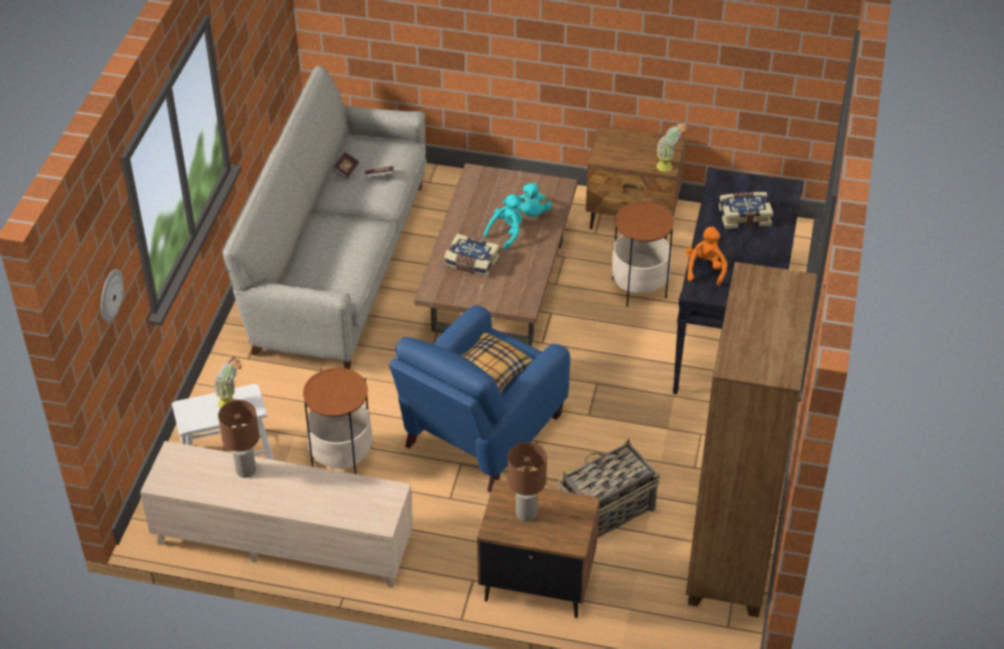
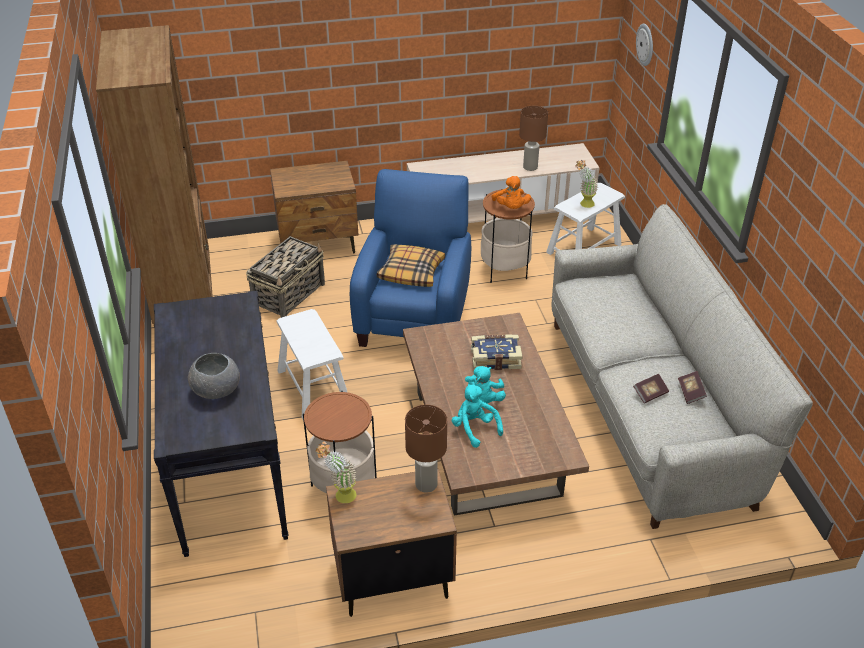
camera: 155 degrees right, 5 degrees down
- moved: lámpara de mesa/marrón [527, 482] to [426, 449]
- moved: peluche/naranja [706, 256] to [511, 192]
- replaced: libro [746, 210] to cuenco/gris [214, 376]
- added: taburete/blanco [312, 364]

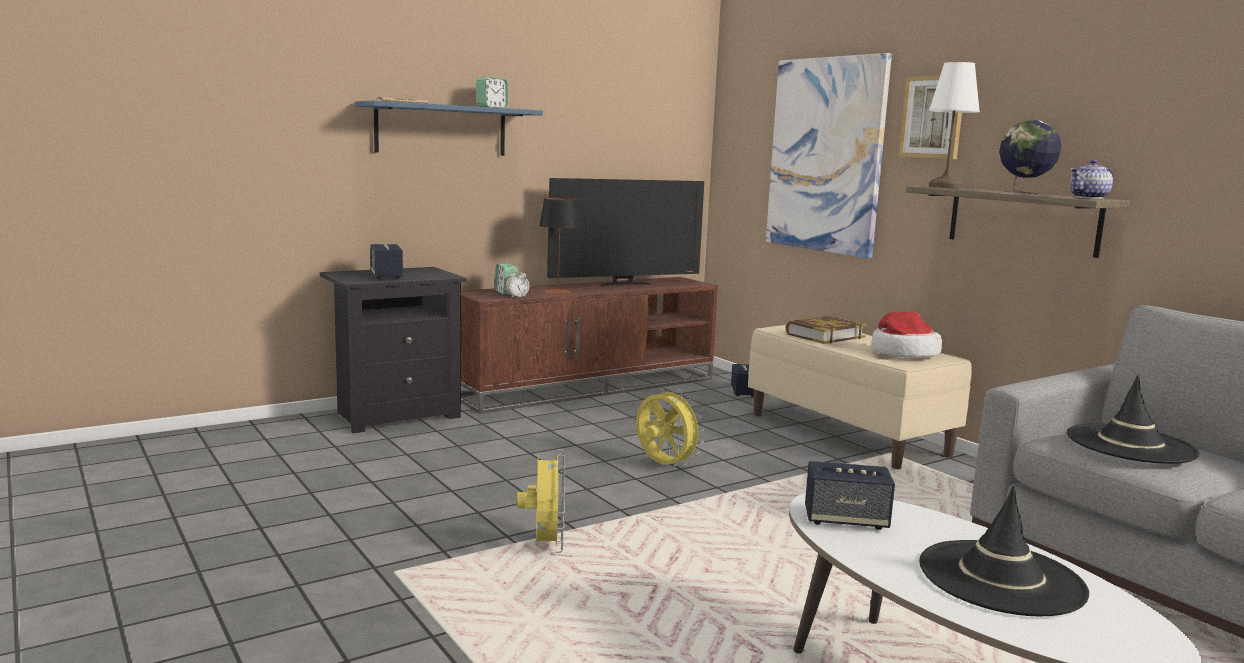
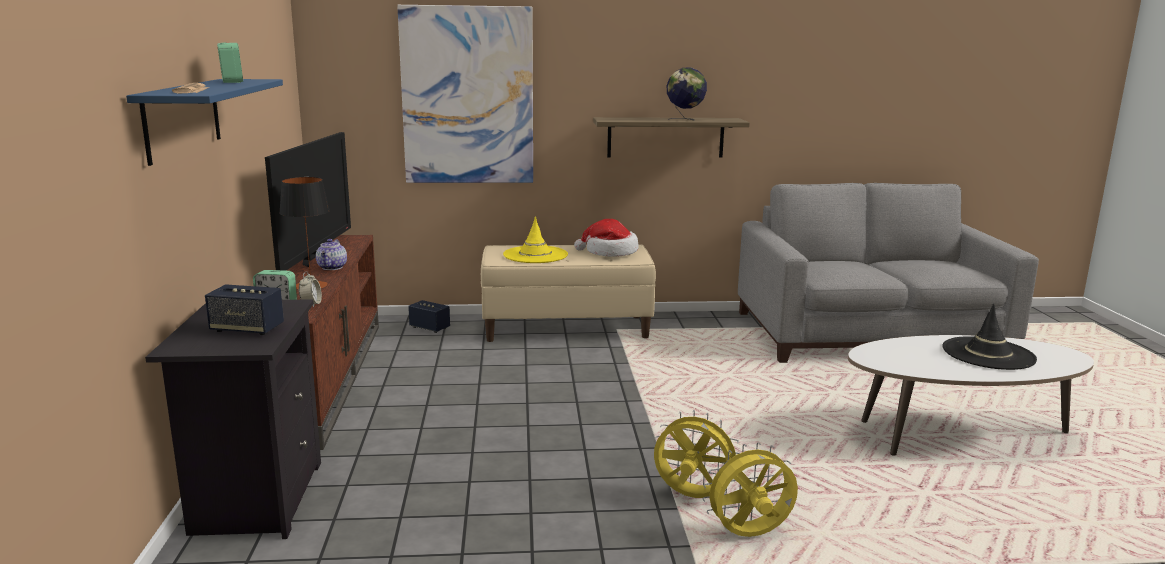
camera: 60 degrees left, 5 degrees up
- moved: ventilador/amarillo [670, 426] to [750, 489]
- replaced: libro [826, 330] to sombrero/amarillo [535, 239]
- removed: altavoz [850, 495]
- removed: cuadro [930, 117]
- removed: lámpara de mesa/blanco [954, 125]
- removed: sombrero/negro [1133, 419]
- moved: tetera [1092, 179] to [331, 254]

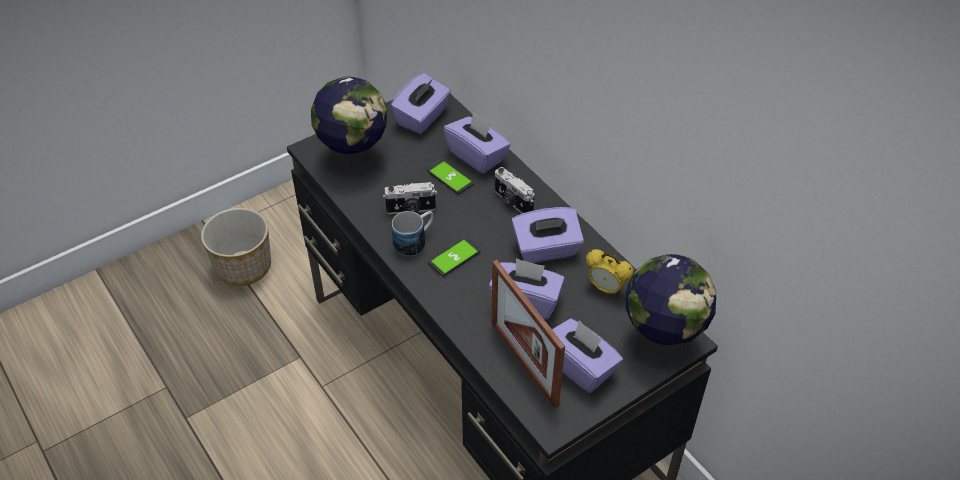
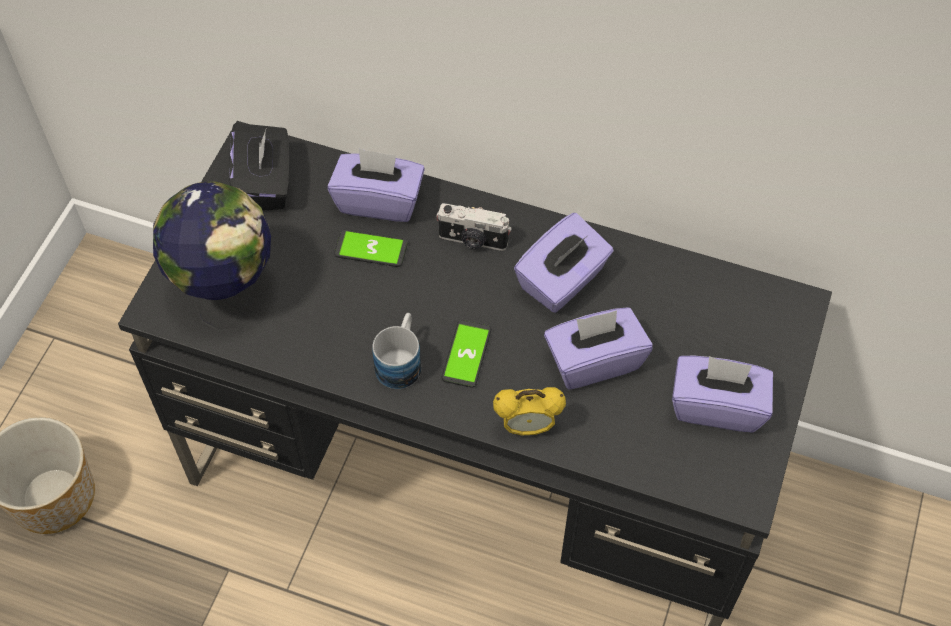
camera: 35 degrees left, 10 degrees up
- removed: cámara [410, 198]
- recoloured: caja de pañuelos/morado [420, 103] to caja de pañuelos/negro [259, 166]
- removed: portarretratos [528, 334]
- moved: despertador [609, 272] to [529, 411]
- removed: globo terráqueo [671, 313]

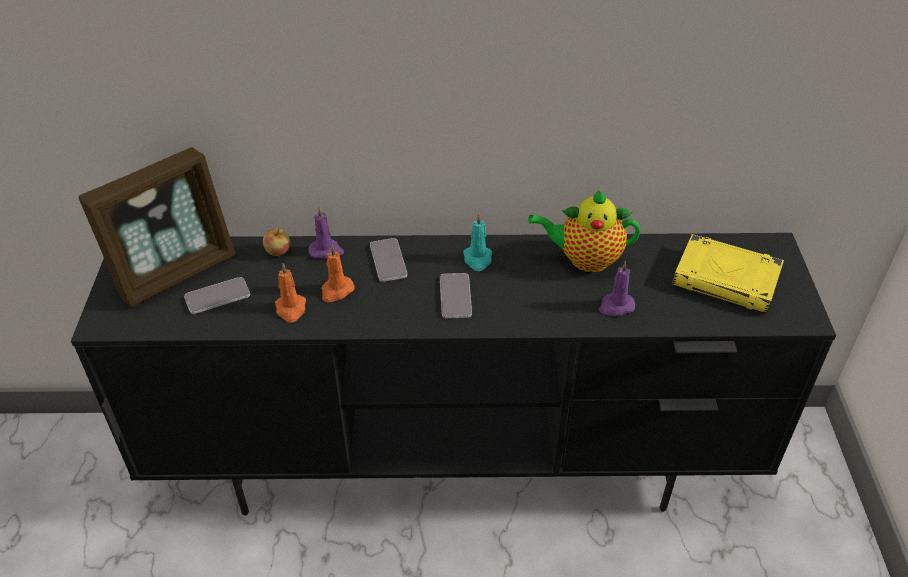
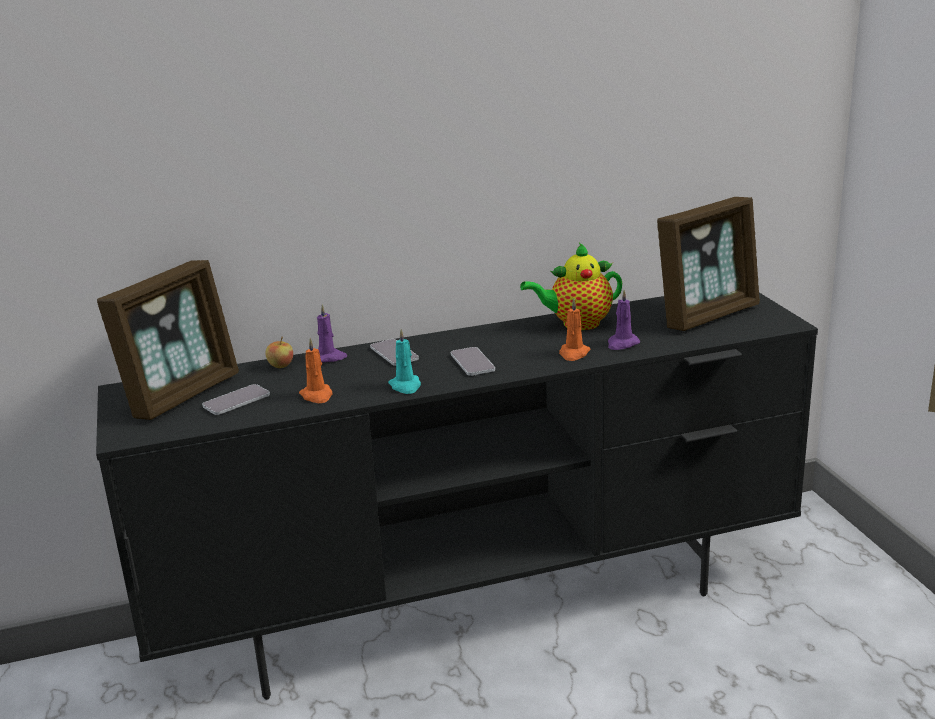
camera: 15 degrees left, 20 degrees down
- moved: vela/naranja [338, 273] to [574, 330]
- moved: vela/turquesa [477, 242] to [404, 361]
- replaced: libro/amarillo [728, 273] to portarretratos [708, 264]

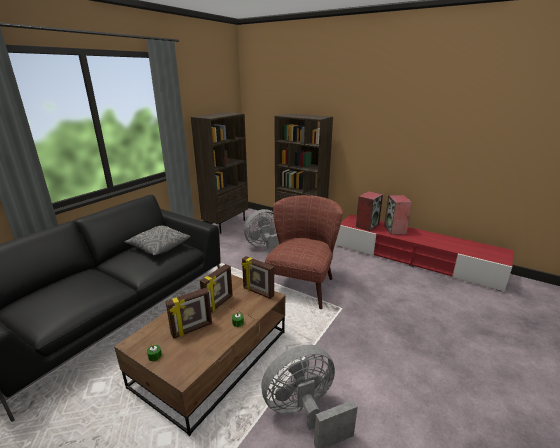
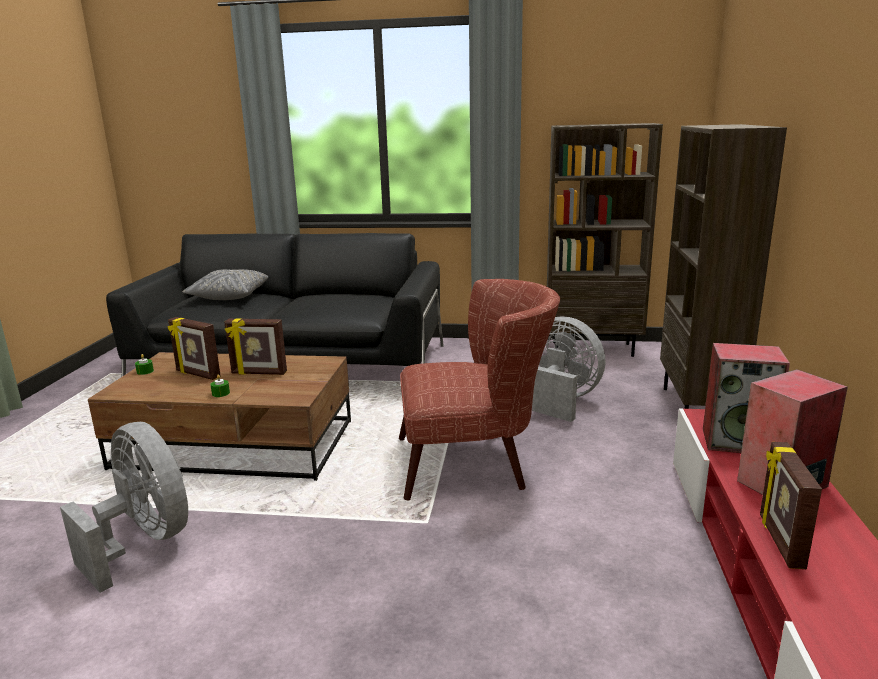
camera: 65 degrees right, 5 degrees down
- moved: cojín/gris [157, 241] to [225, 284]
- moved: portarretratos [257, 277] to [791, 505]

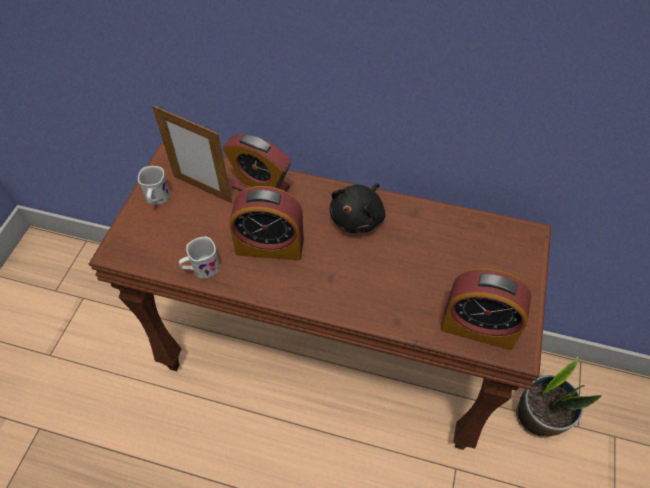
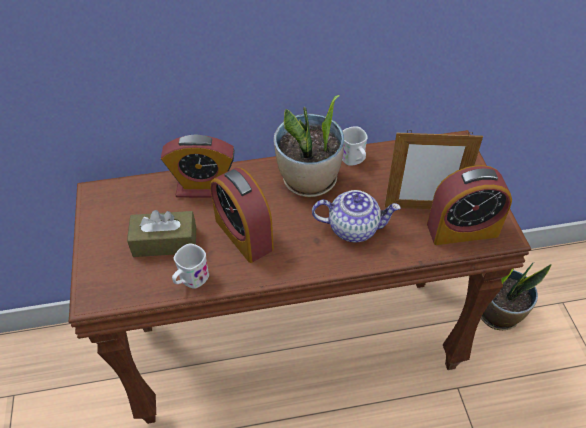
camera: 25 degrees left, 5 degrees down
- moved: taza grande/blanco [154, 185] to [355, 146]
- moved: portarretratos [192, 154] to [434, 170]
- turned: despertador [267, 223] = [242, 215] 75 degrees clockwise
- replaced: peluche/negro [357, 208] to planta en maceta [309, 146]
- added: caja de pañuelos/marrón [161, 233]
- added: tetera [356, 216]

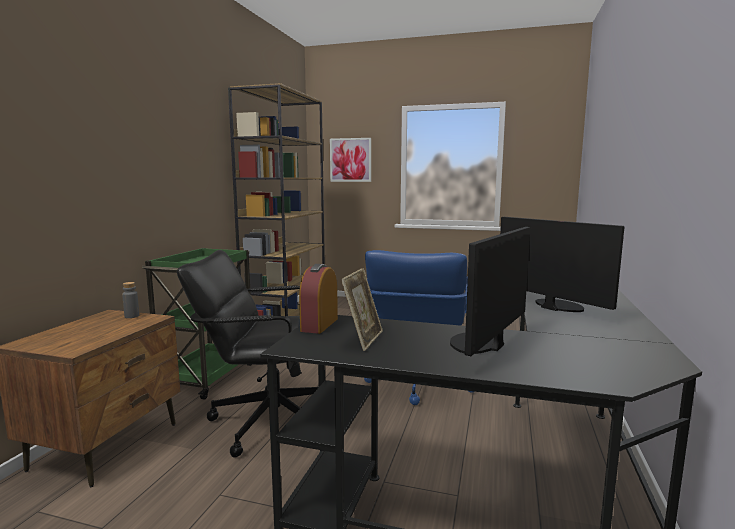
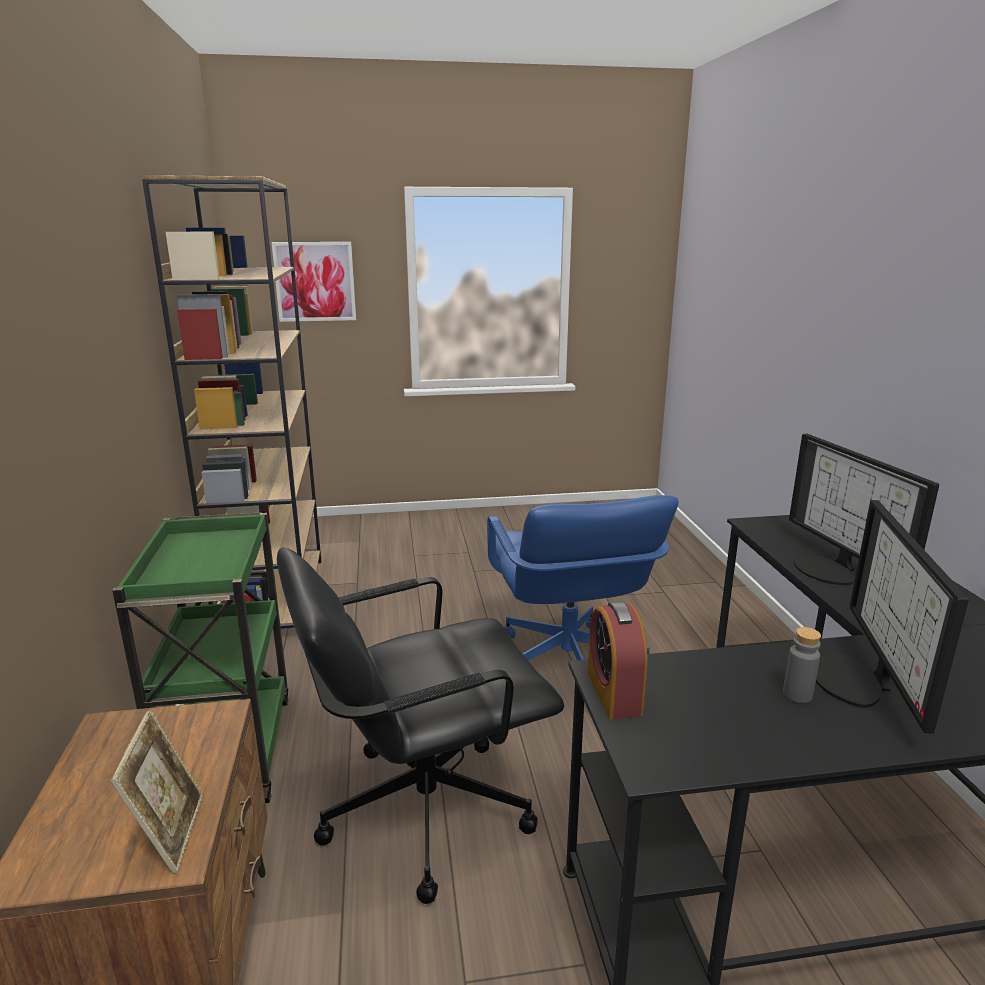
camera: 25 degrees left, 10 degrees up
- moved: botella/gris [130, 300] to [802, 665]
- moved: portarretratos [362, 309] to [157, 792]
- turned: monitor [562, 264] = [864, 509] 135 degrees counterclockwise

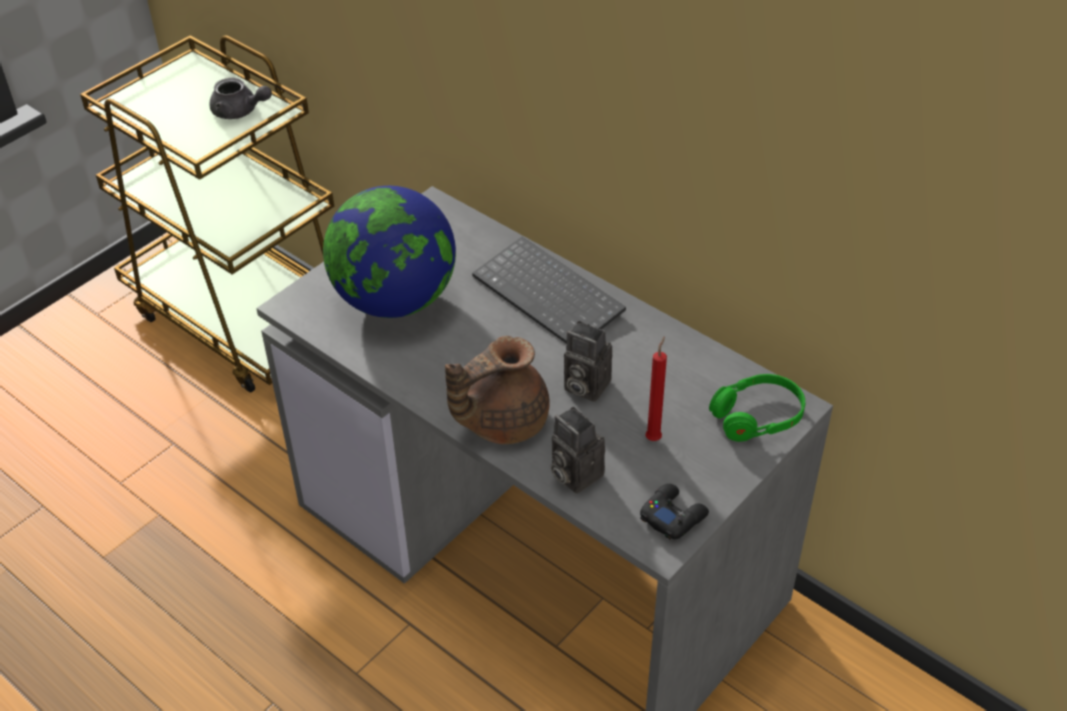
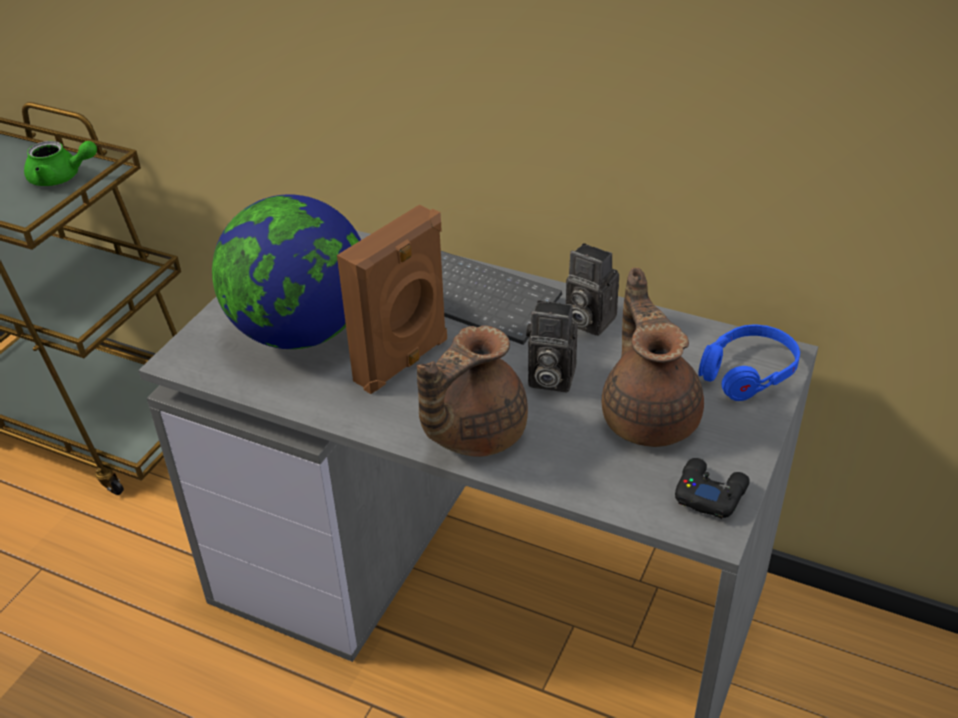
camera: 15 degrees left, 5 degrees down
- recoloured: tetera/gris [240, 98] to tetera/verde [60, 163]
- moved: cámara [578, 450] to [592, 289]
- replaced: vela/rojo [656, 388] to tetera/marrón [653, 357]
- recoloured: auriculares/verde [757, 408] to auriculares/azul [749, 362]
- added: altavoz/marrón [392, 299]

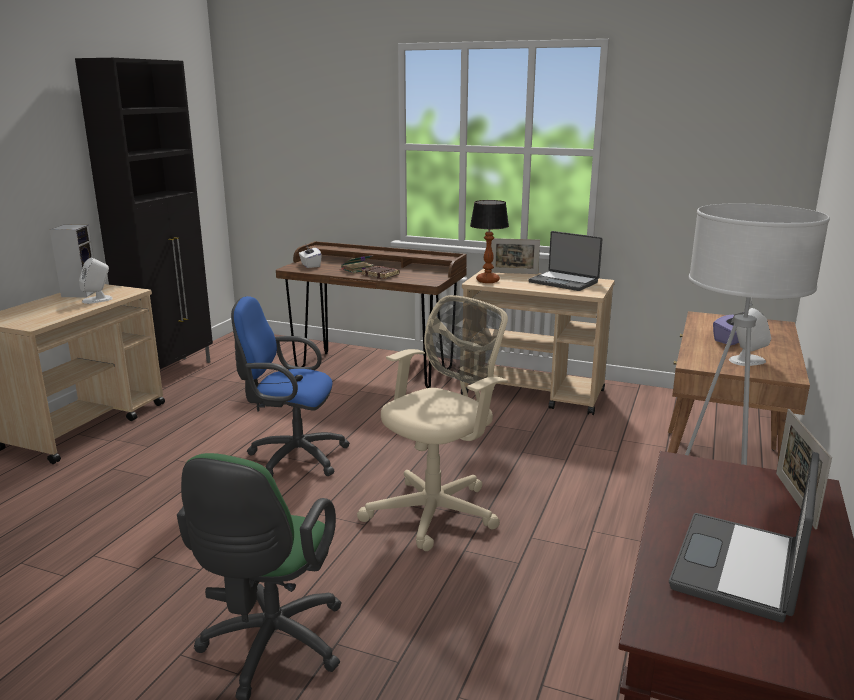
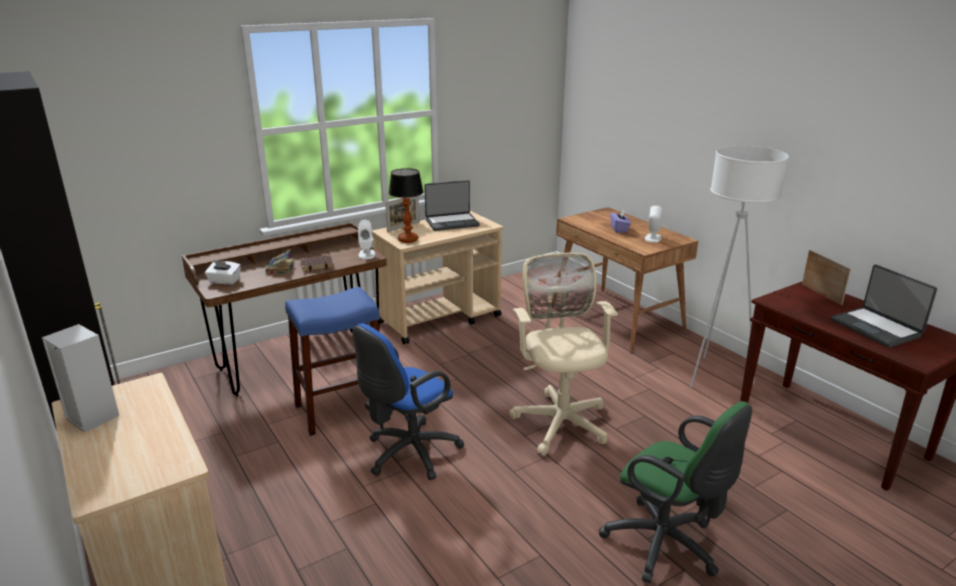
camera: 55 degrees left, 5 degrees up
- moved: altavoz/blanco [96, 281] to [366, 239]
- turned: portarretratos [804, 469] = [826, 277] 150 degrees counterclockwise
- added: taburete/azul [332, 361]

